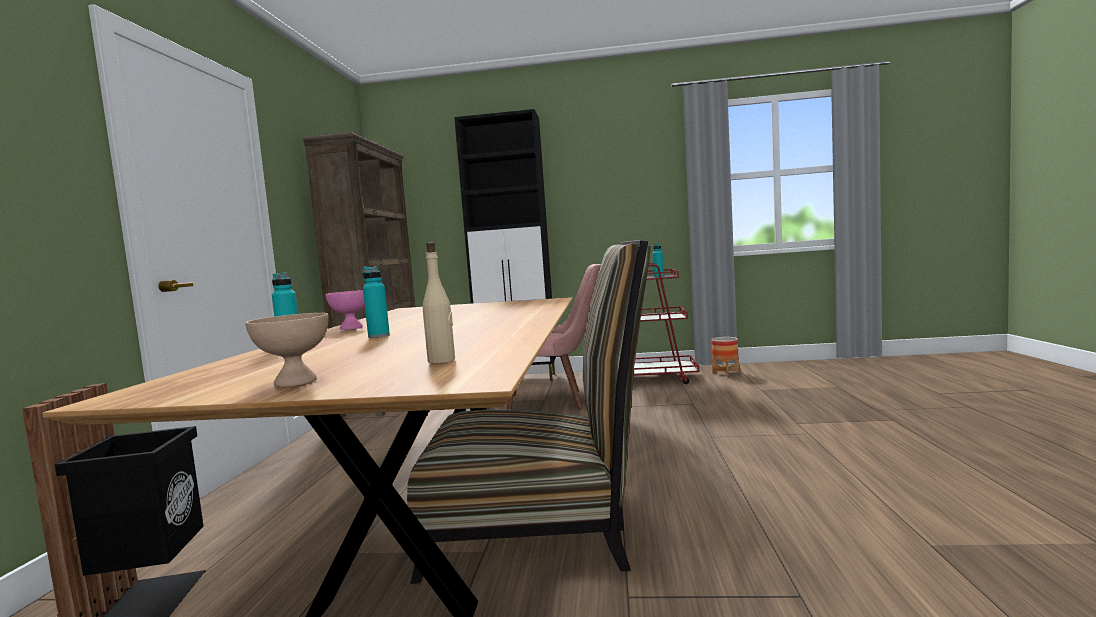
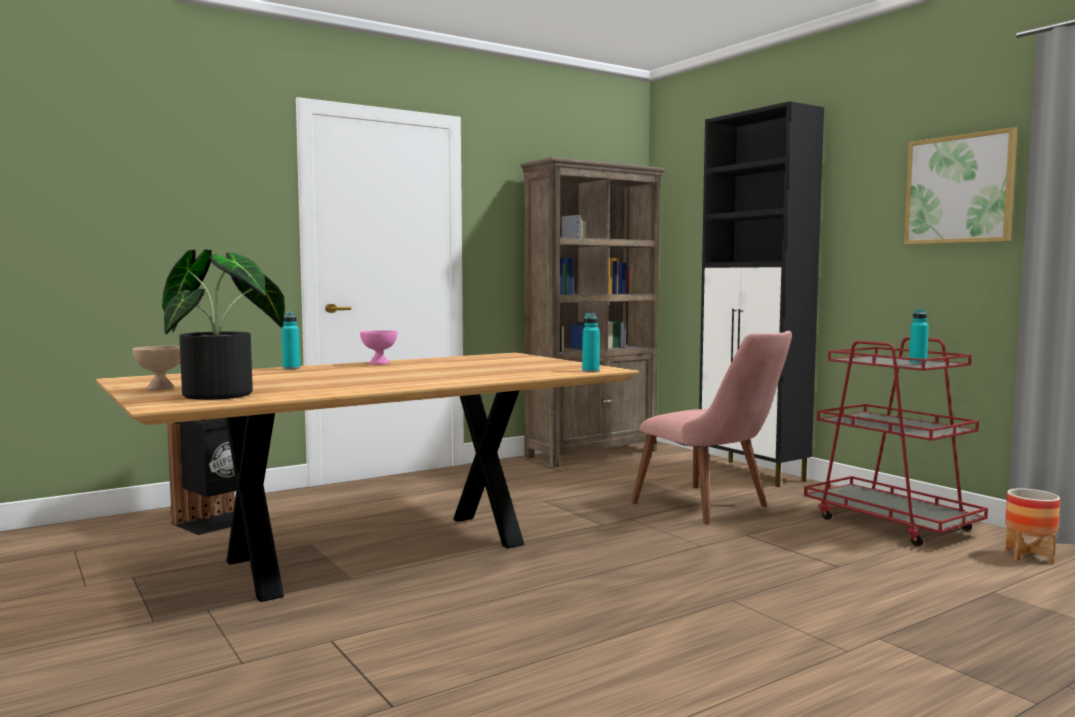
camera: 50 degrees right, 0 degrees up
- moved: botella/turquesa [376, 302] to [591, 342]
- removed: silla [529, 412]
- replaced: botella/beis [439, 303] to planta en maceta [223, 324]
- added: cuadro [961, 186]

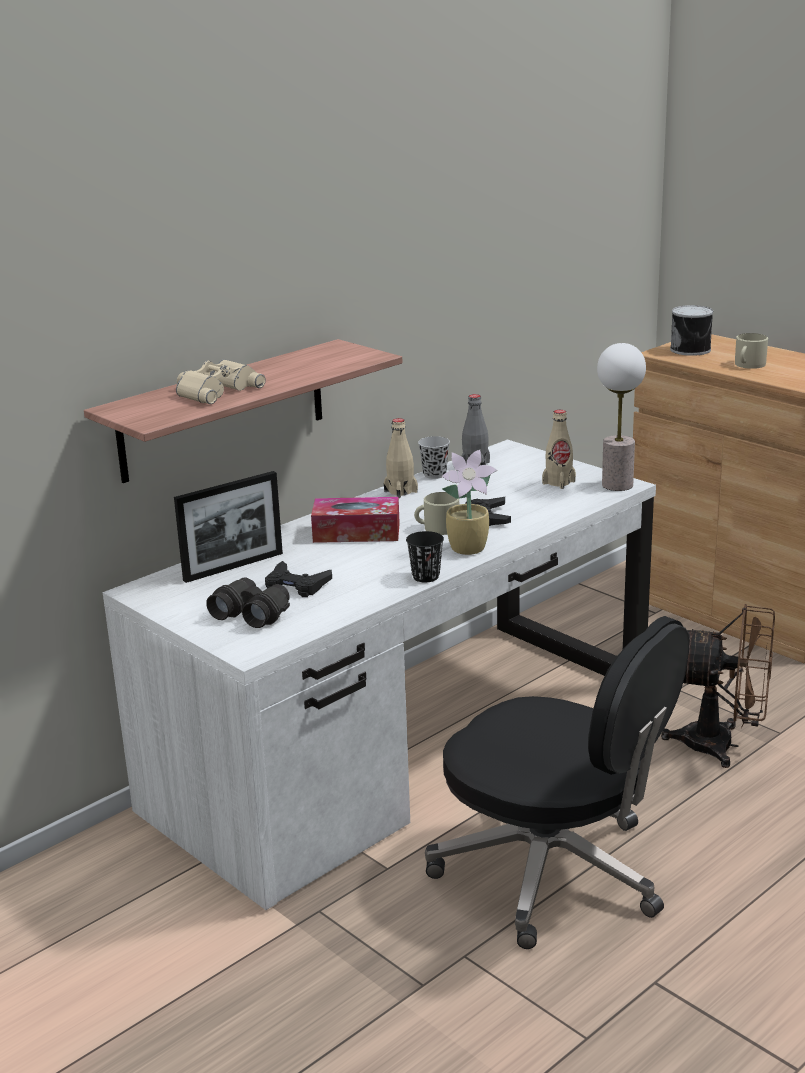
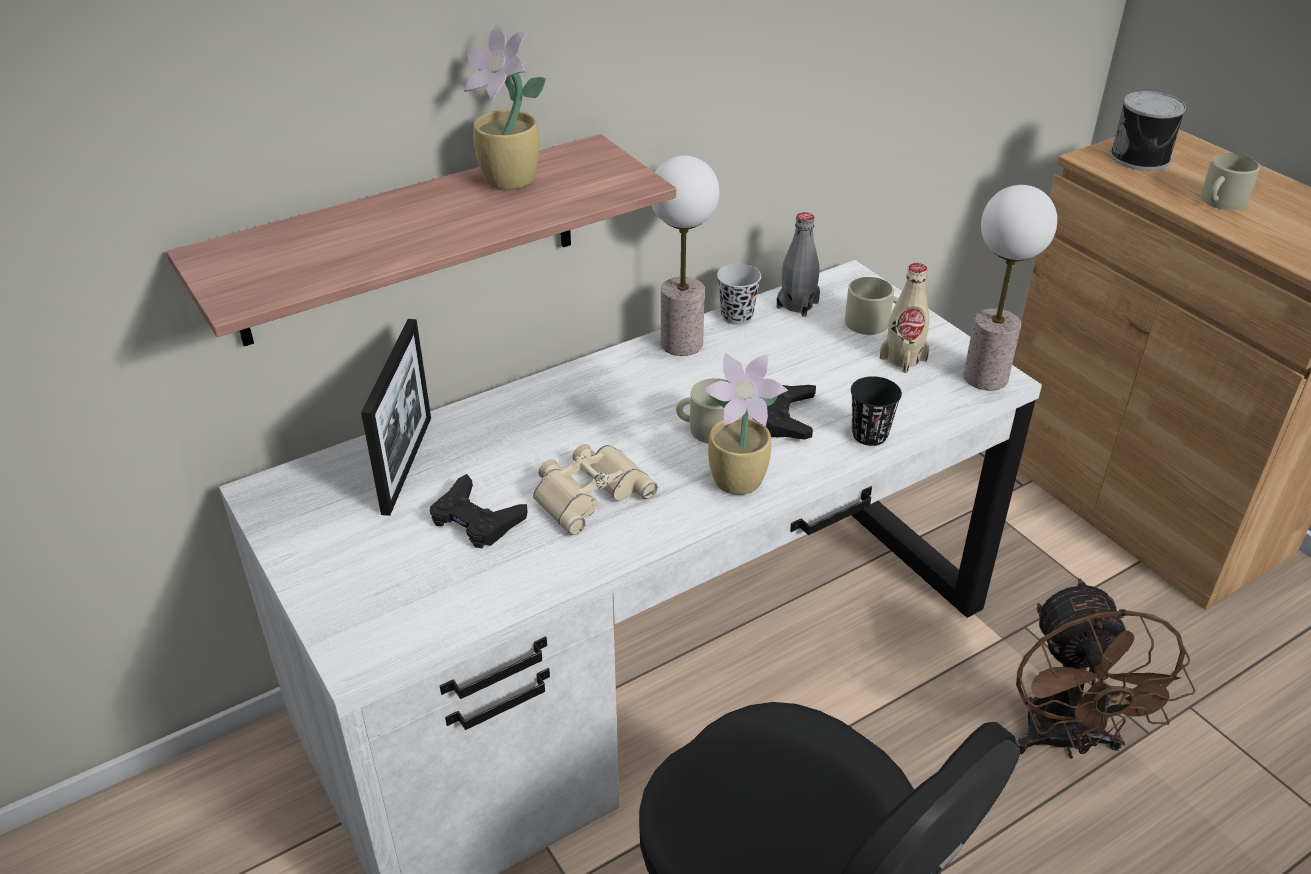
camera: 10 degrees right, 15 degrees up
- turned: portarretratos [228, 527] = [396, 417] 60 degrees counterclockwise
- moved: prismáticos/beis [221, 381] to [595, 489]
- removed: prismáticos/negro [248, 603]
- removed: caja de pañuelos [355, 520]
- replaced: botella/beis [401, 458] to lámpara de mesa [685, 256]
- moved: taza/negro [425, 556] to [876, 411]
- turned: ventilador/marrón [718, 686] = [1105, 668] 60 degrees clockwise
- added: planta en maceta [505, 106]
- added: taza grande/beis [872, 306]

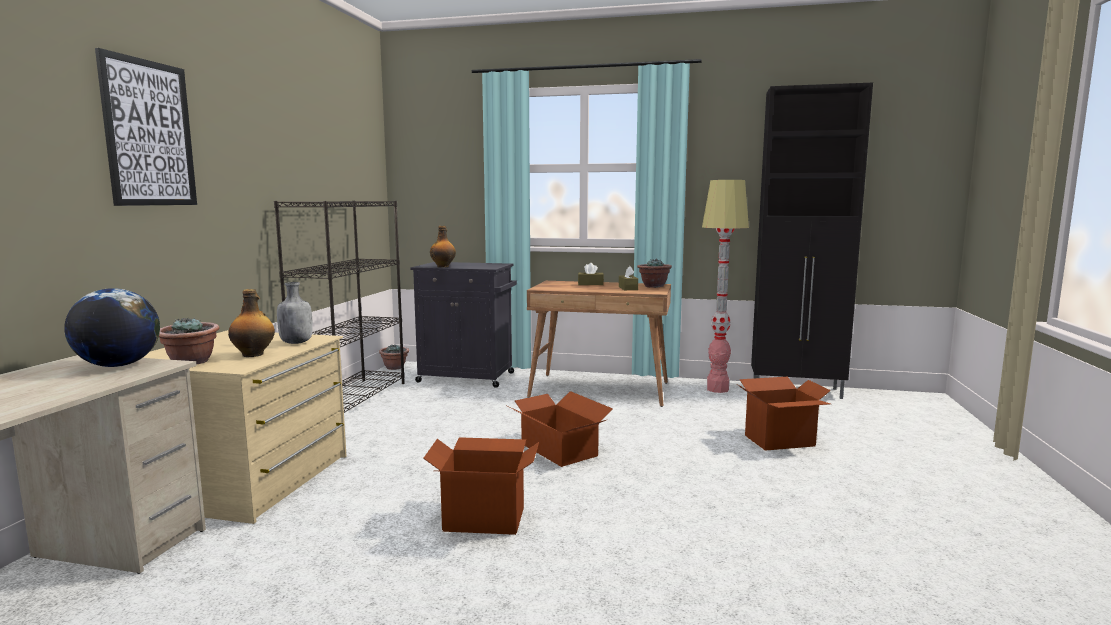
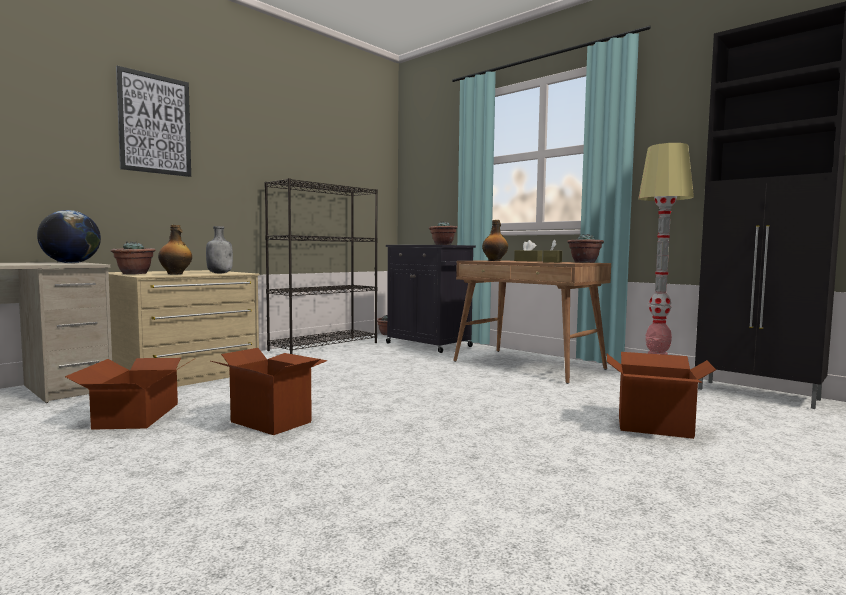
camera: 30 degrees right, 5 degrees down
- moved: botella [443, 247] to [495, 240]
- moved: caja de cartón [560, 429] to [130, 394]
- added: planta en maceta [443, 233]

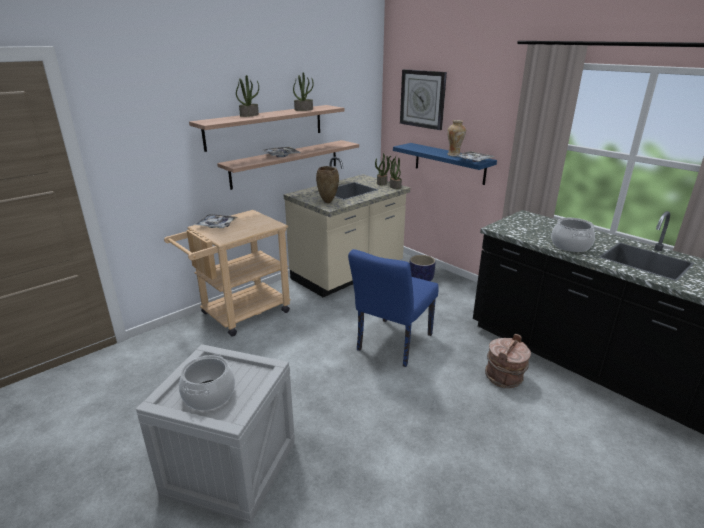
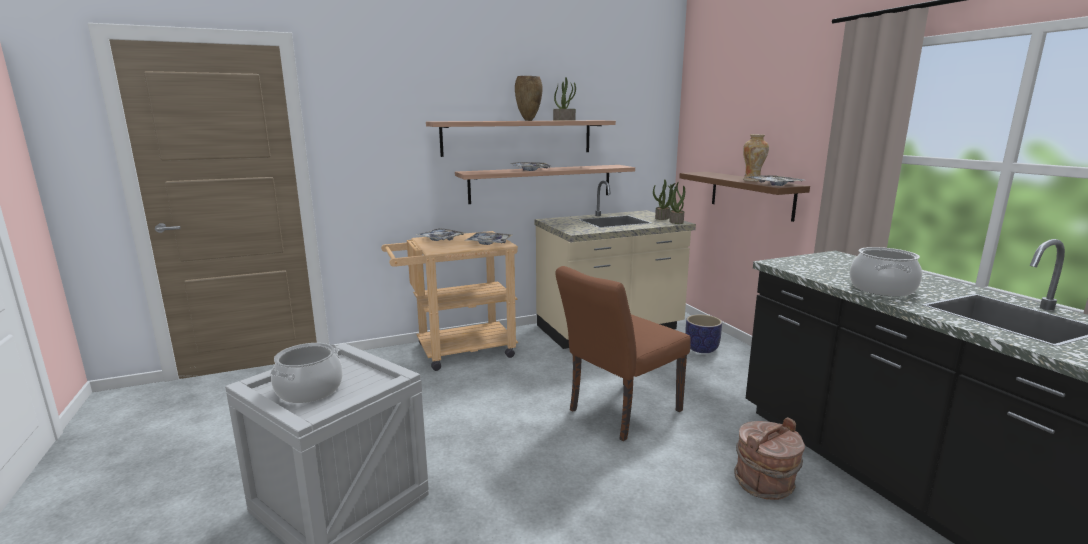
camera: 20 degrees right, 10 degrees down
- removed: planta en maceta [247, 96]
- moved: florero/marrón [327, 184] to [529, 98]
- recoloured: silla/azul [393, 308] to silla/marrón [623, 353]
- recoloured: estante/azul [445, 164] to estante/marrón [744, 197]
- removed: reloj de pared [423, 99]
- added: bandeja [489, 238]

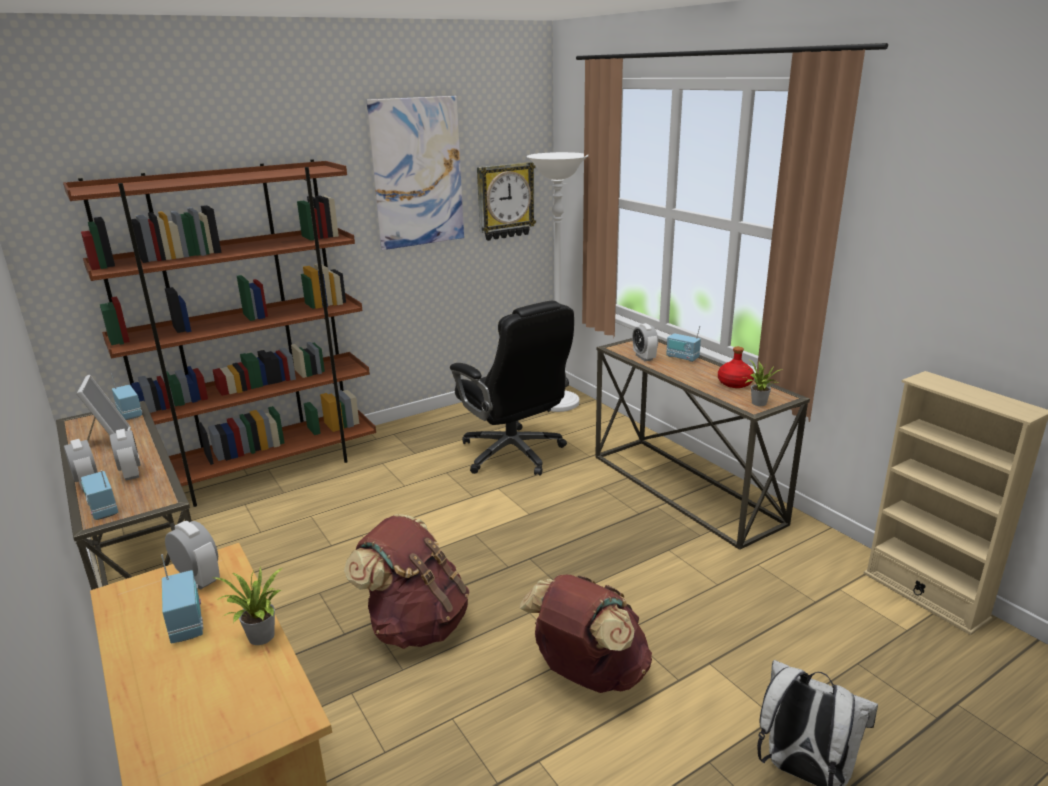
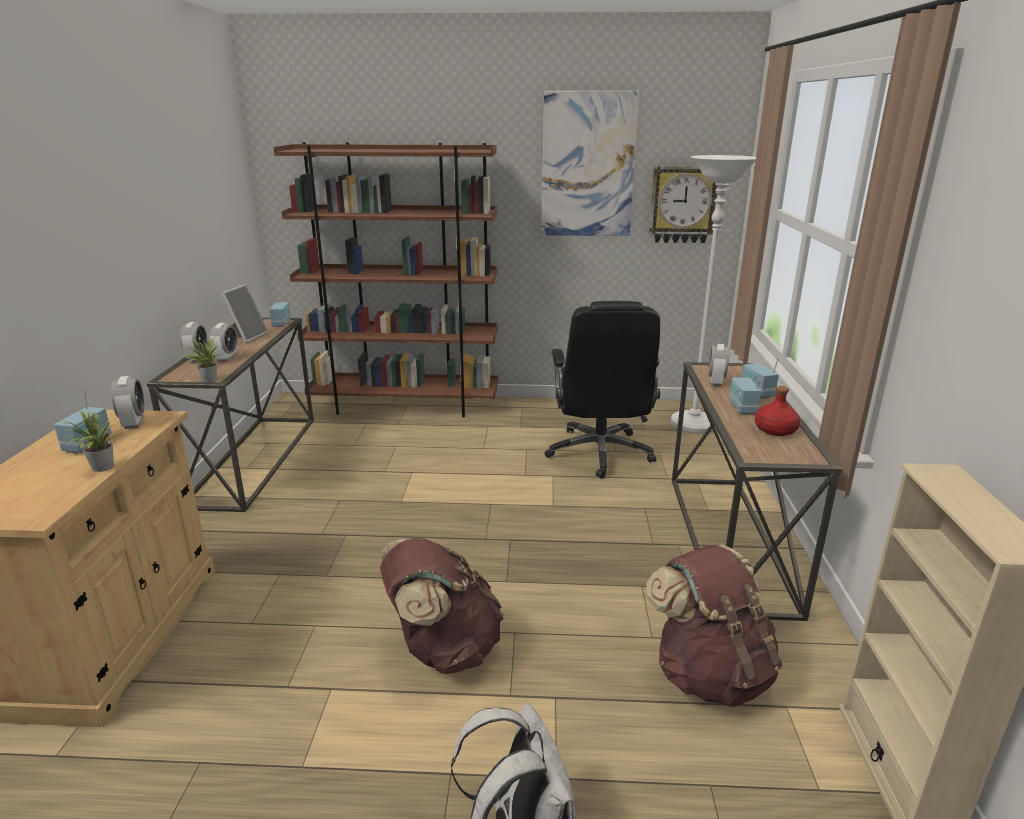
camera: 35 degrees right, 0 degrees up
- moved: radio [99, 495] to [745, 394]
- moved: mochila/marrón [407, 581] to [714, 625]
- moved: planta en maceta [763, 383] to [203, 360]

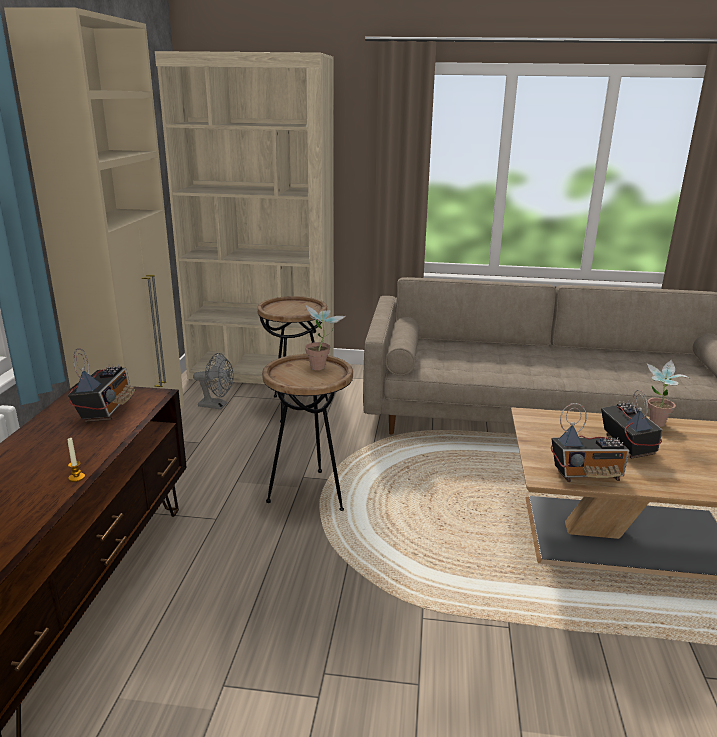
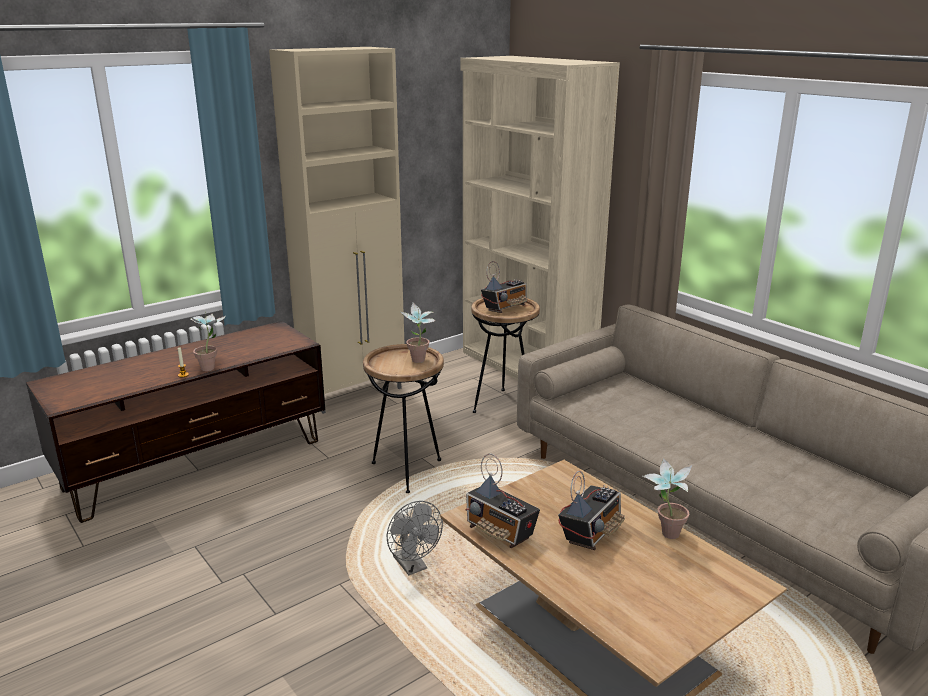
camera: 45 degrees right, 0 degrees up
- moved: radio [101, 385] to [504, 287]
- moved: ventilador/gris [213, 381] to [415, 538]
- added: planta en maceta [208, 341]

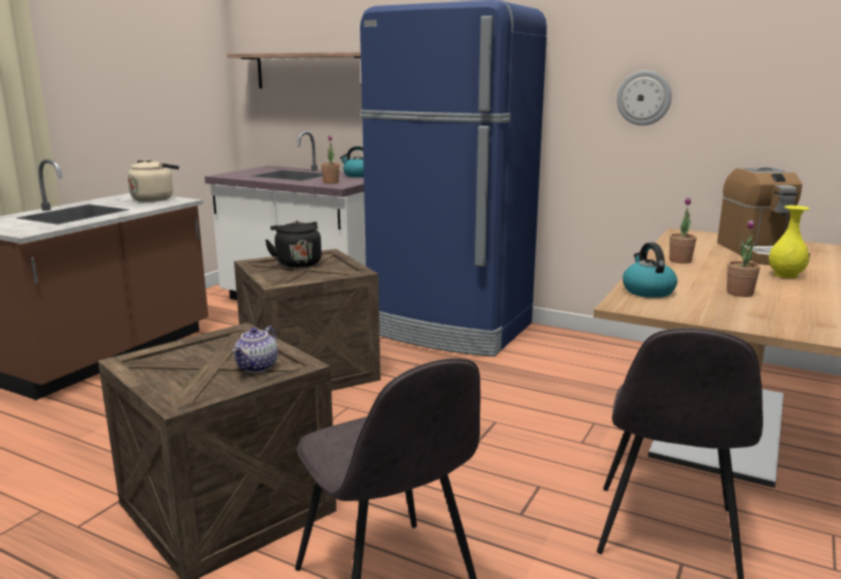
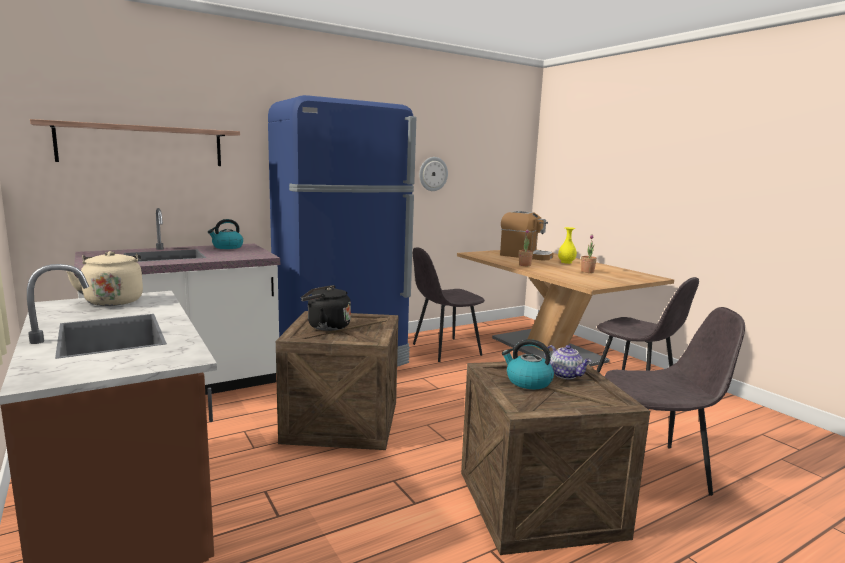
camera: 60 degrees left, 5 degrees down
- removed: planta en maceta [330, 159]
- moved: hervidor [650, 270] to [528, 364]
- added: silla/gris [449, 304]

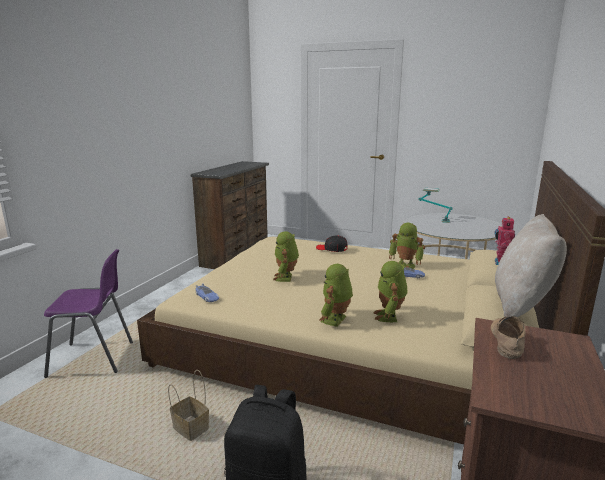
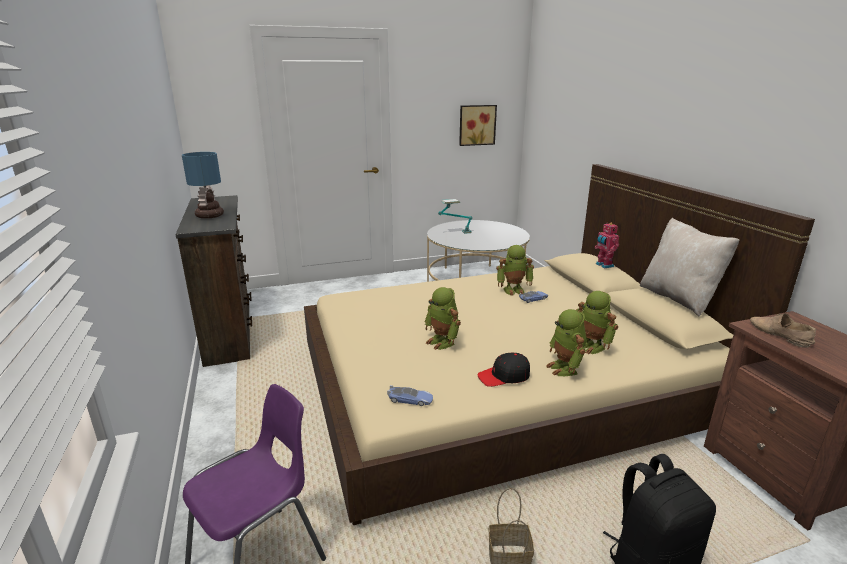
camera: 40 degrees left, 5 degrees up
- moved: gorra/negro [332, 243] to [504, 370]
- added: lámpara de mesa [203, 185]
- added: cuadro [478, 125]

